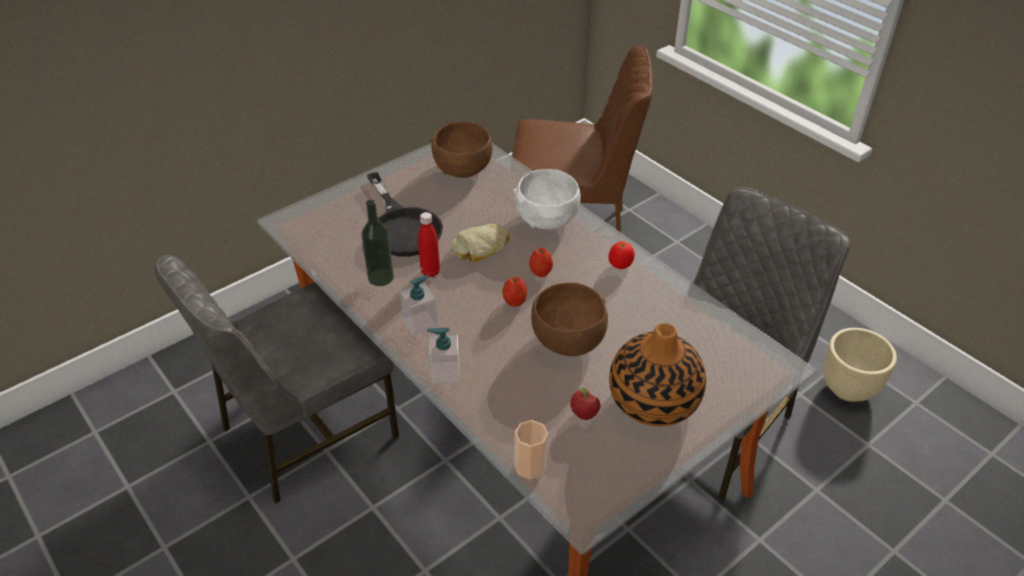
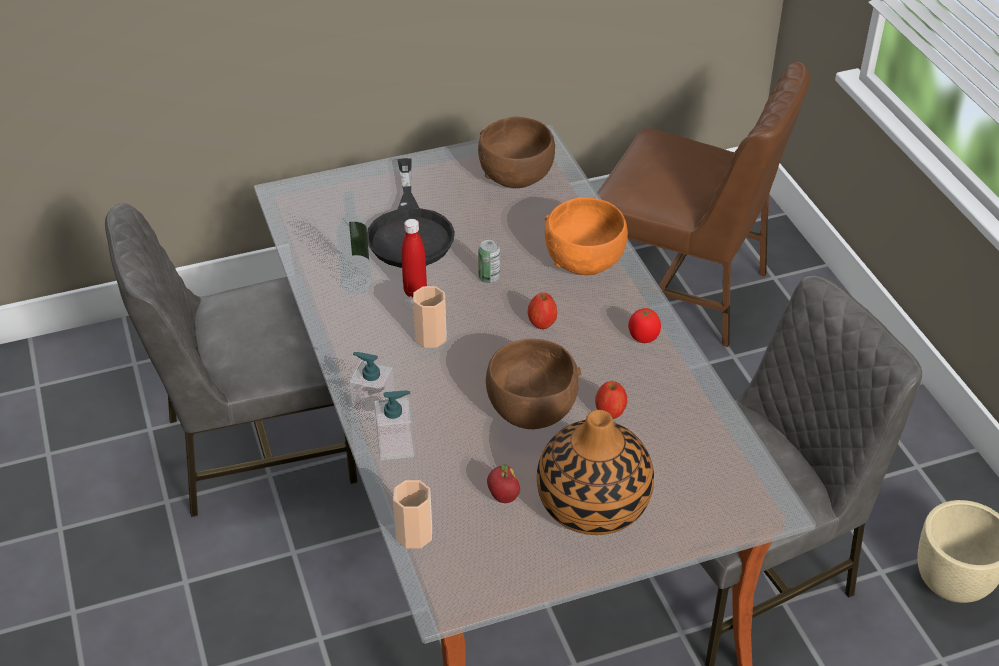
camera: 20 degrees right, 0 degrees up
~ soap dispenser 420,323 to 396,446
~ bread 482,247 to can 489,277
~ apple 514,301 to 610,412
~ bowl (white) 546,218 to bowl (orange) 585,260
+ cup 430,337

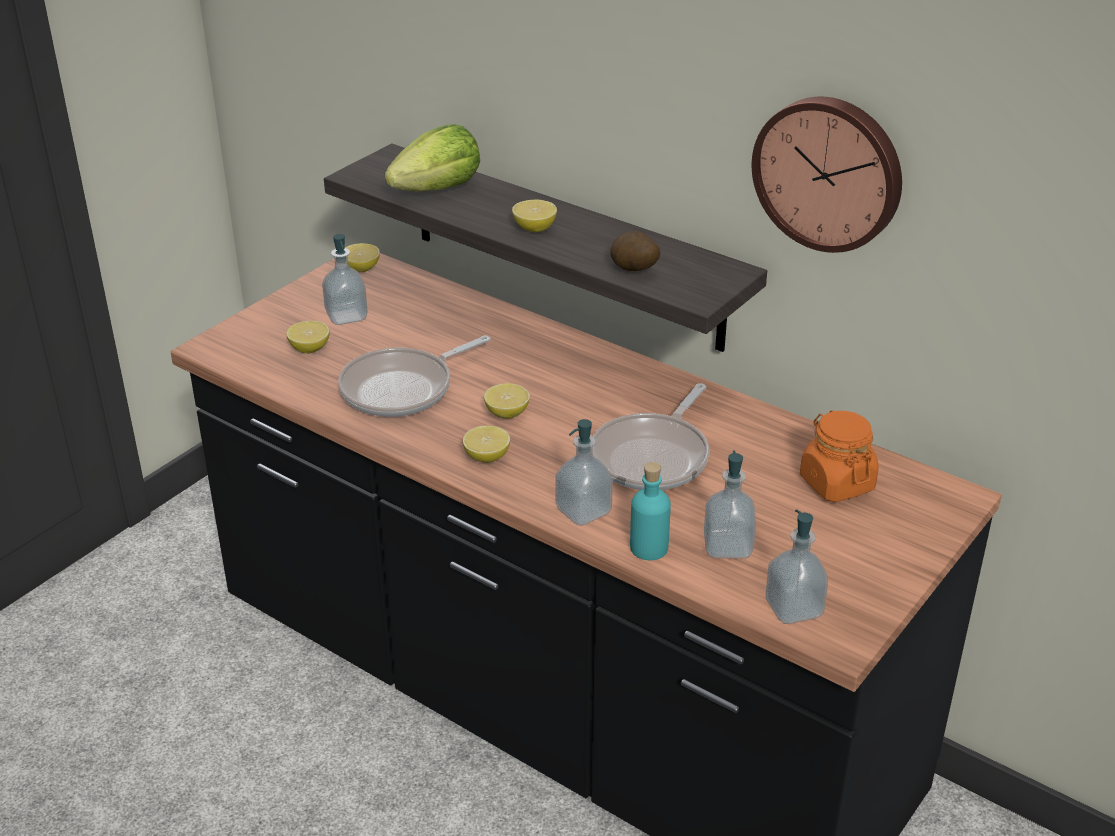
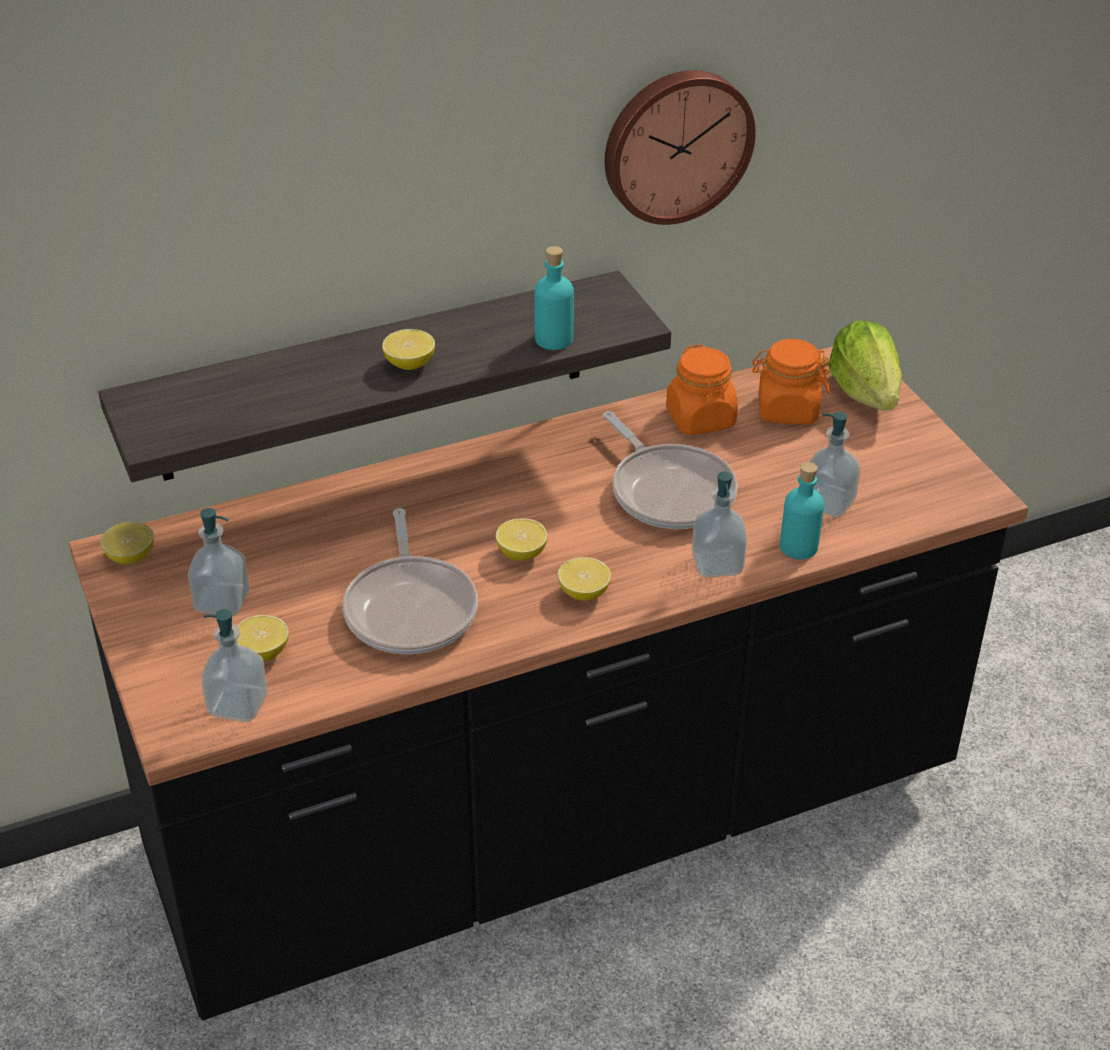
camera: 60 degrees left, 5 degrees up
~ lettuce 438,190 to 865,393
~ potato 633,271 to bottle (turquoise) 553,339
~ soap dispenser 793,608 to 238,705
+ jar (orange) 701,418

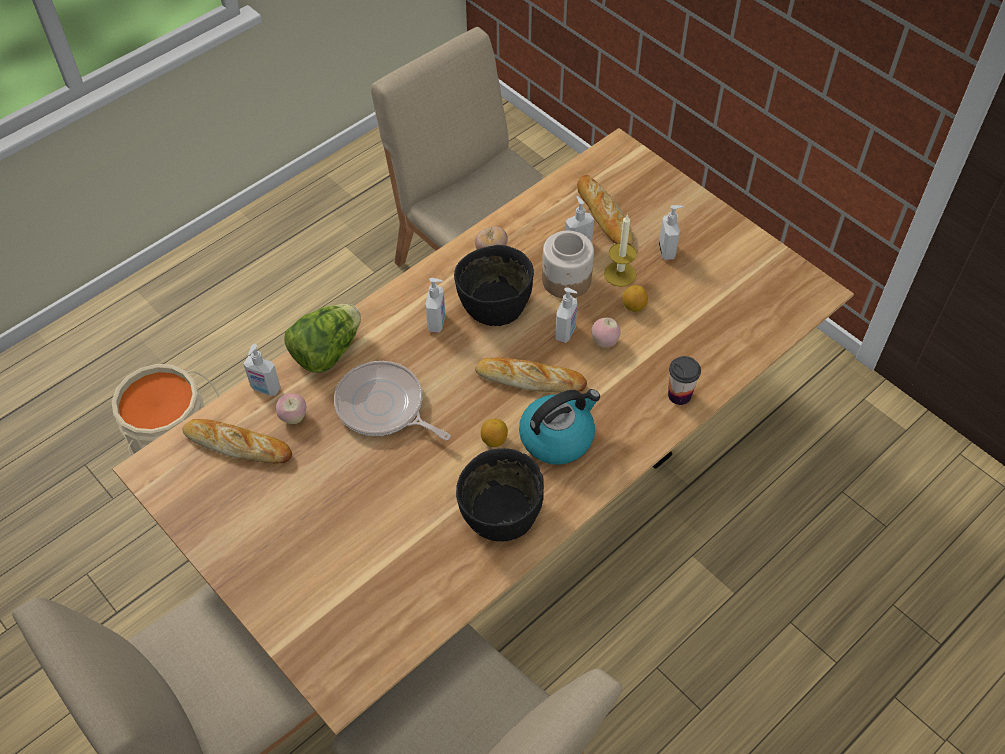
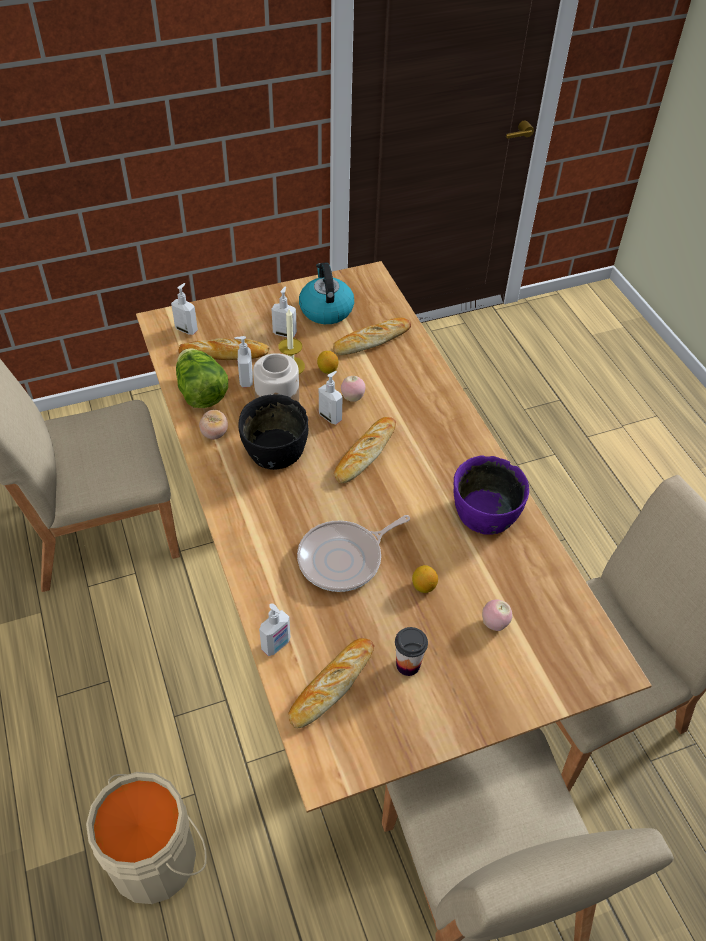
camera: 70 degrees left, 5 degrees down
~ apple 293,417 to 494,623
~ lettuce 327,352 to 201,393
~ soap dispenser 437,322 to 187,329
~ bowl (black) 499,513 to bowl (purple) 485,514
~ lemon 494,440 to 423,586
~ kettle 557,437 to 326,309
~ cup 679,395 to 408,665
+ bread 371,340

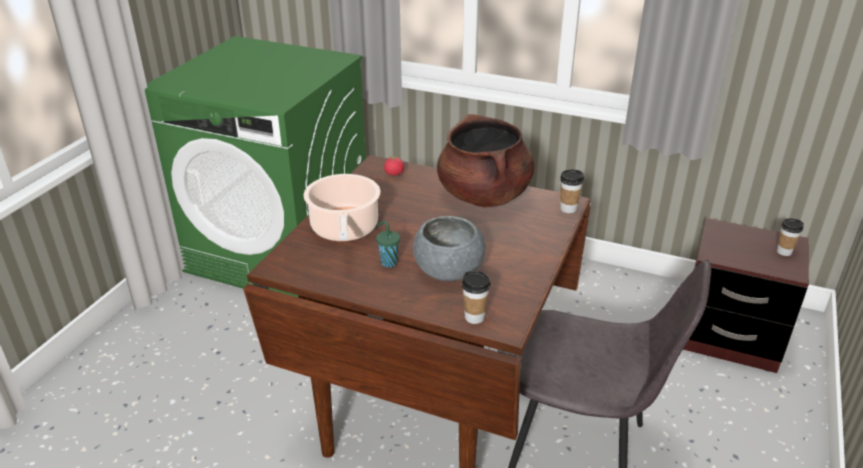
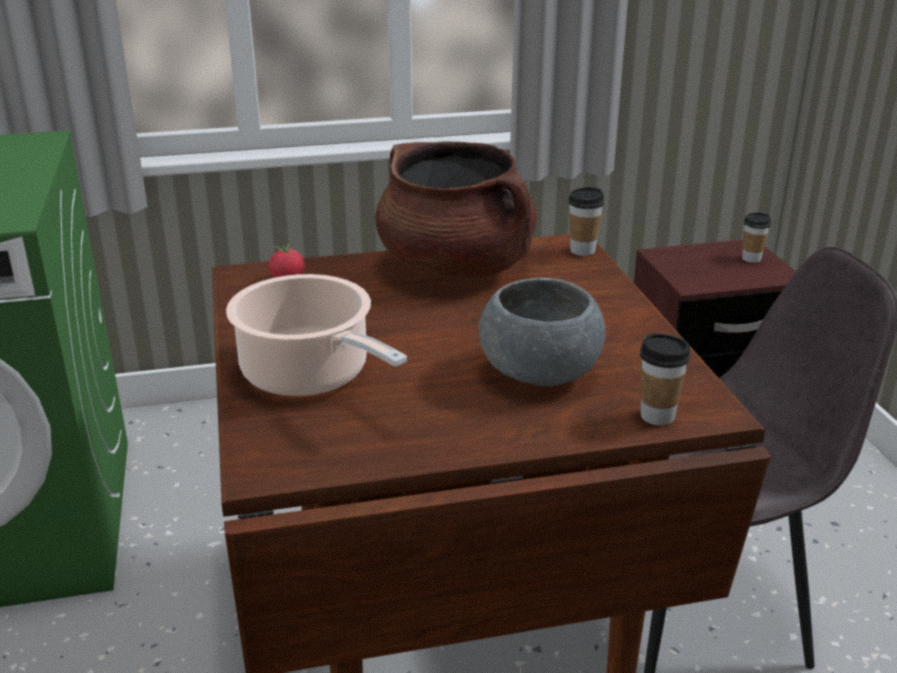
camera: 35 degrees left, 5 degrees down
- cup (green) 388,262

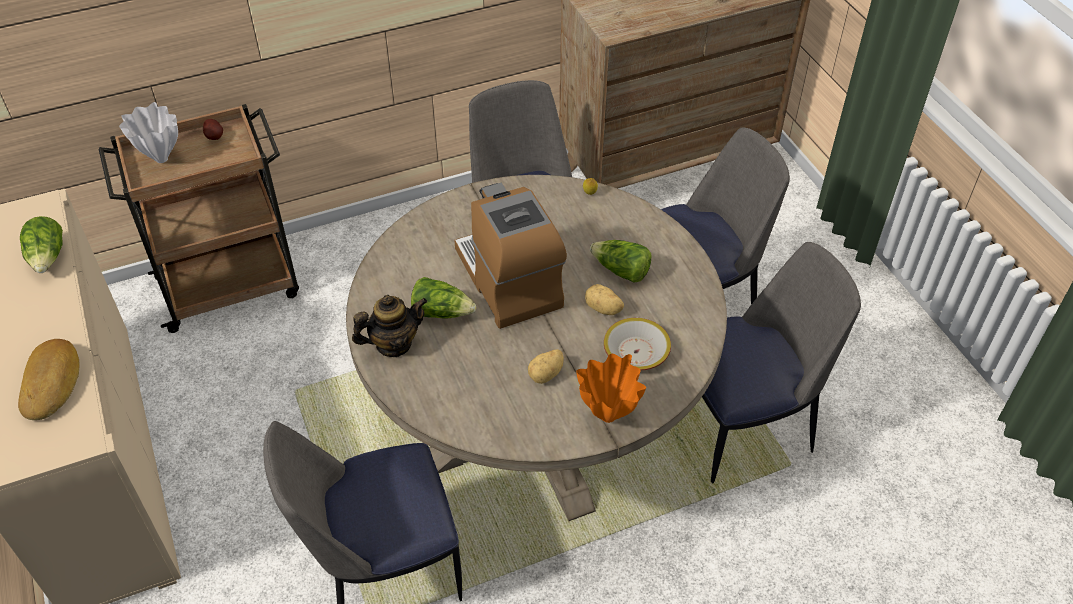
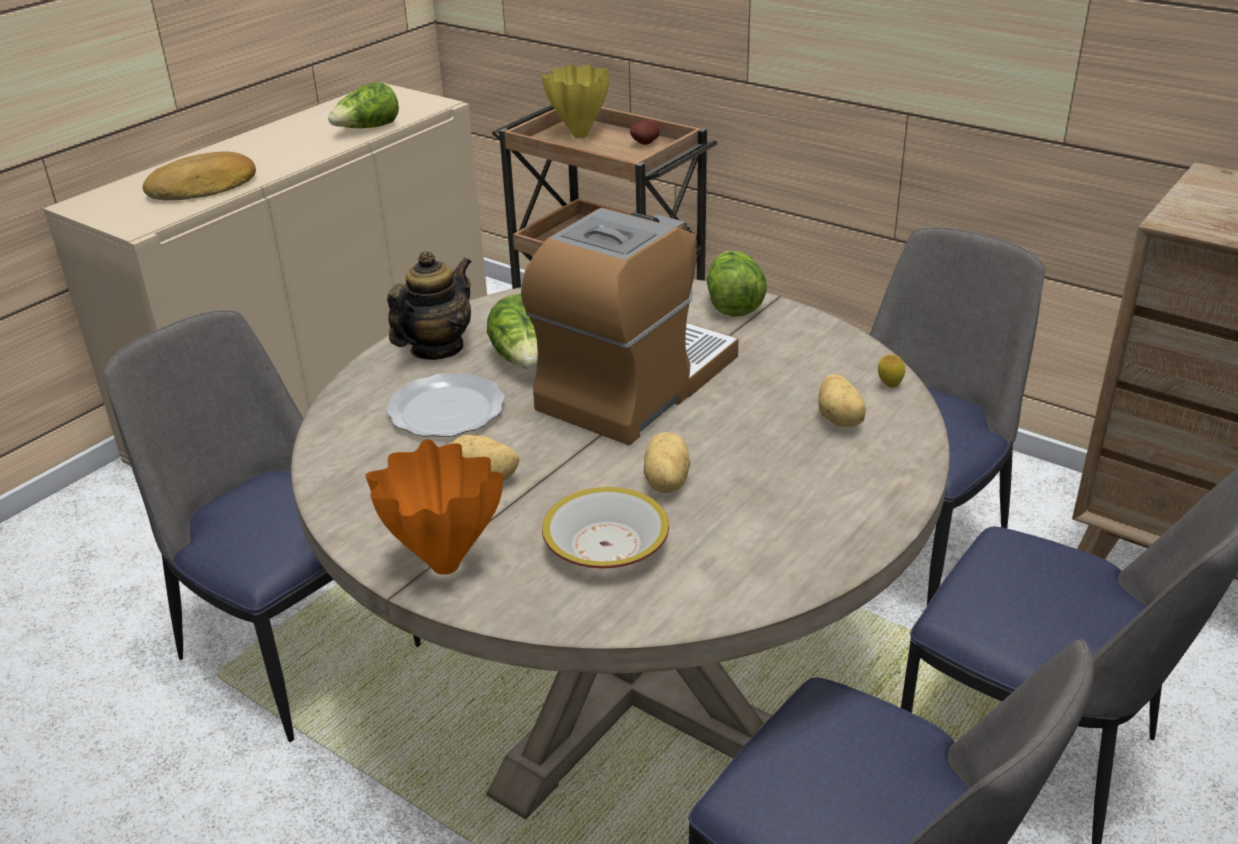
camera: 60 degrees right, 15 degrees down
~ vase (white) 160,159 to vase (yellow) 580,135
~ teapot 393,344 = 436,348 90 degrees counterclockwise
~ lettuce 621,271 to 733,302
+ plate 446,409
+ potato 840,419

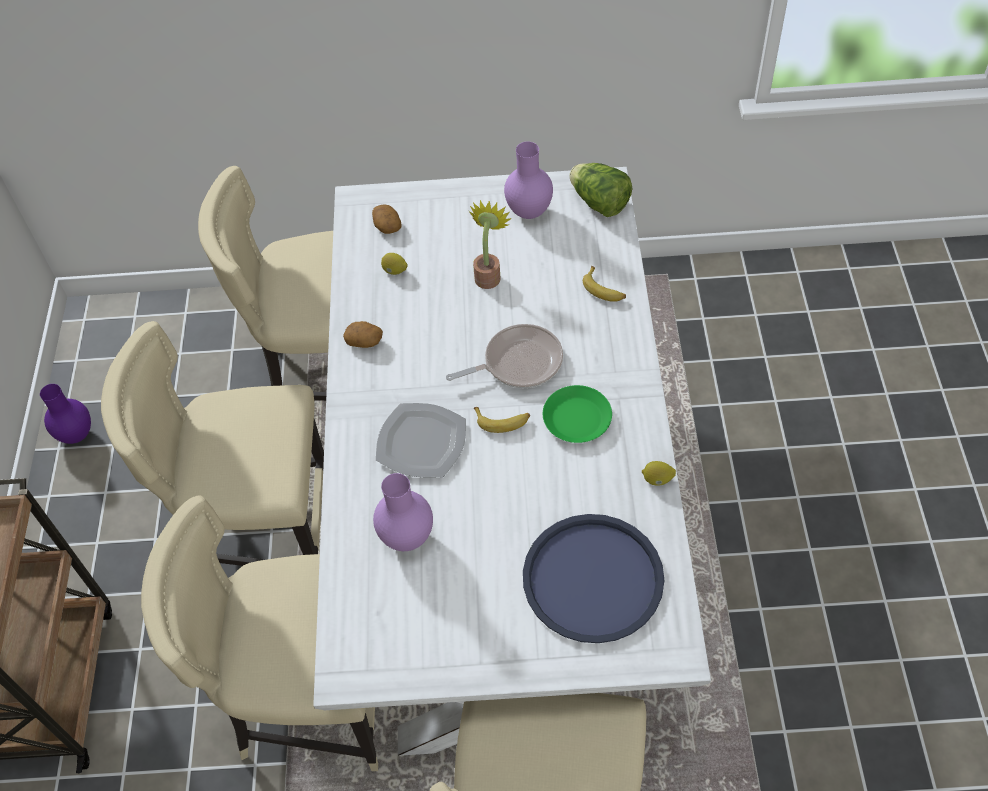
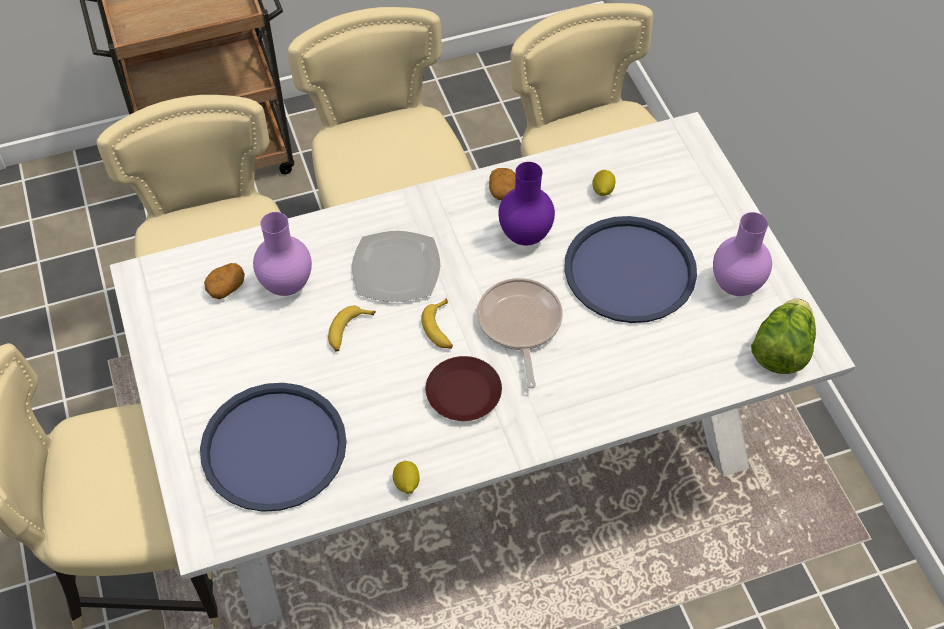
camera: 70 degrees right, 0 degrees up
~ vase (purple) 77,435 to 524,237
~ potato 387,226 to 226,287
~ frying pan 518,362 = 519,325 150 degrees counterclockwise
~ potted plant 489,274 to tray (blue) 629,271
~ plate (green) 577,419 to plate (brown) 463,394
~ banana 604,289 to 348,332

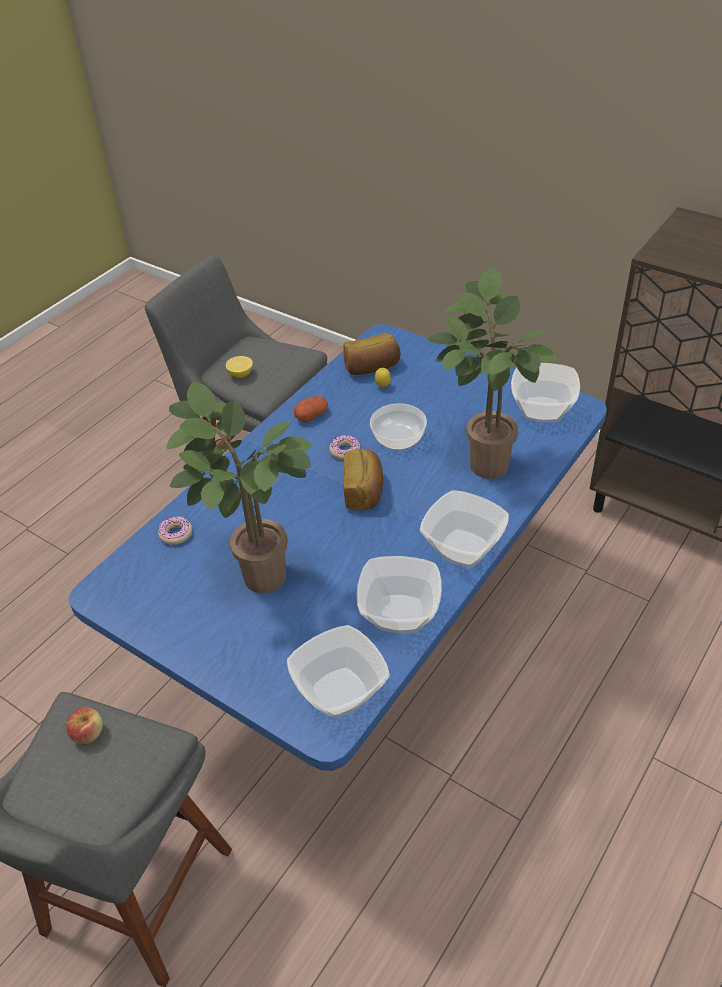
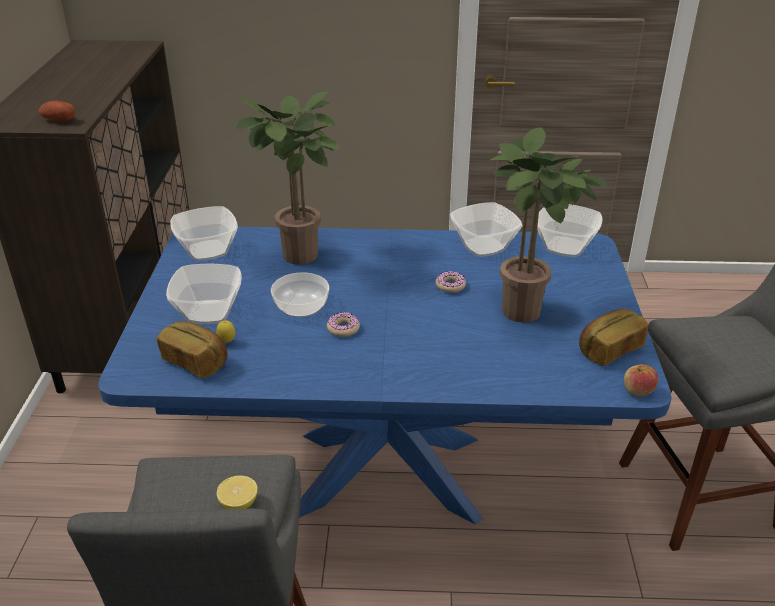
camera: 125 degrees left, 10 degrees down
~ apple 88,733 to 637,391
~ donut 176,534 to 450,286
~ potato 311,416 to 59,120
~ bread 364,491 to 609,349
~ bowl 461,549 to 209,313

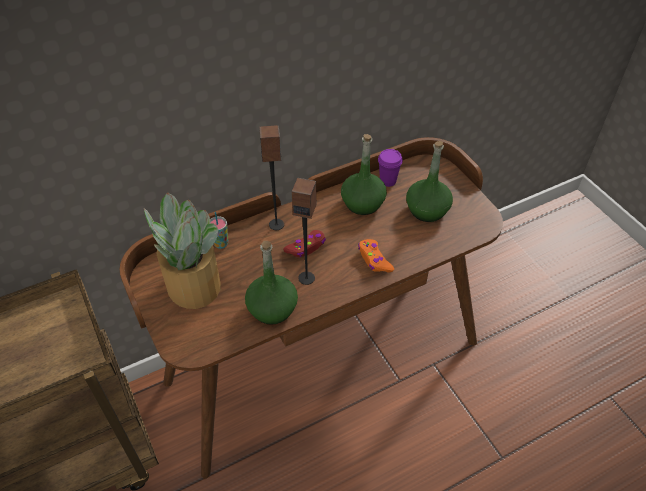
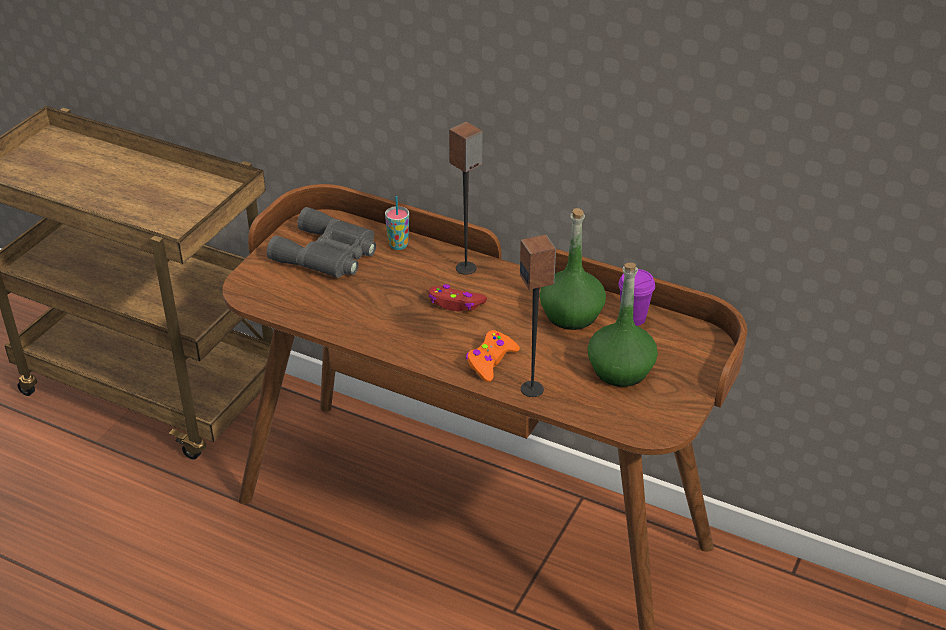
camera: 55 degrees right, 10 degrees down
~ potted plant 193,284 to binoculars (grey) 328,254
- bottle (green) 272,308
~ speaker 306,278 to 532,389

